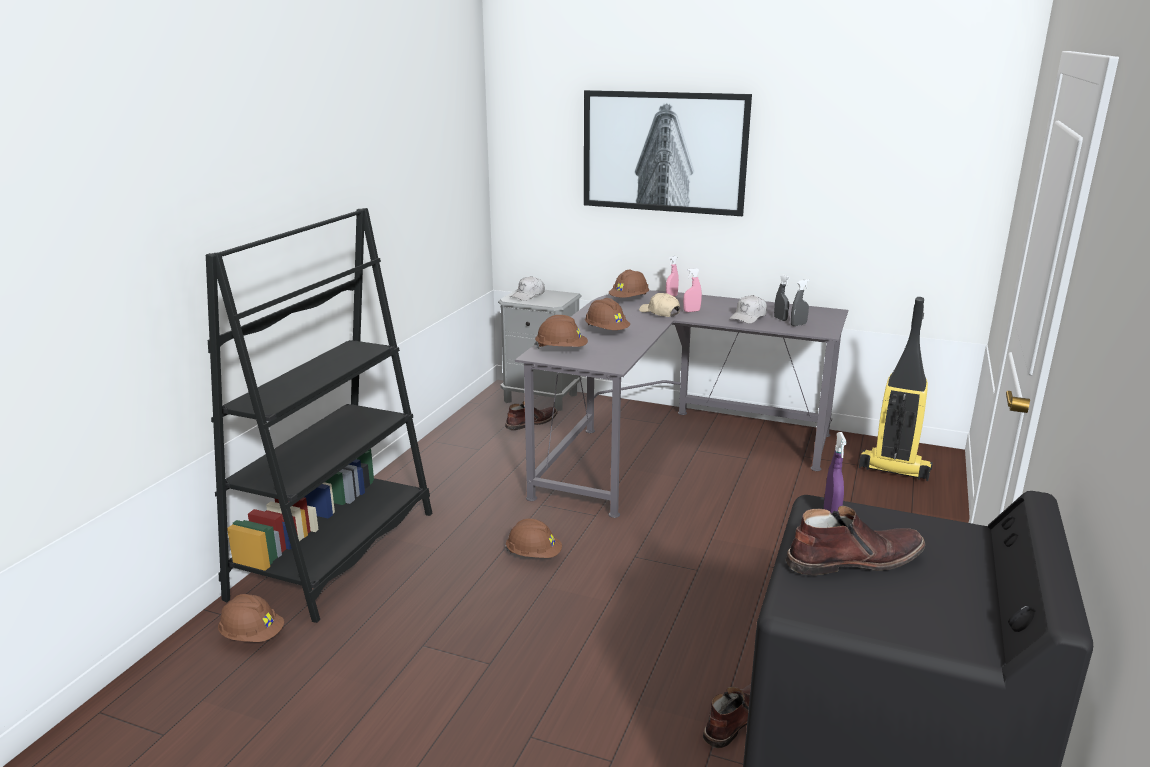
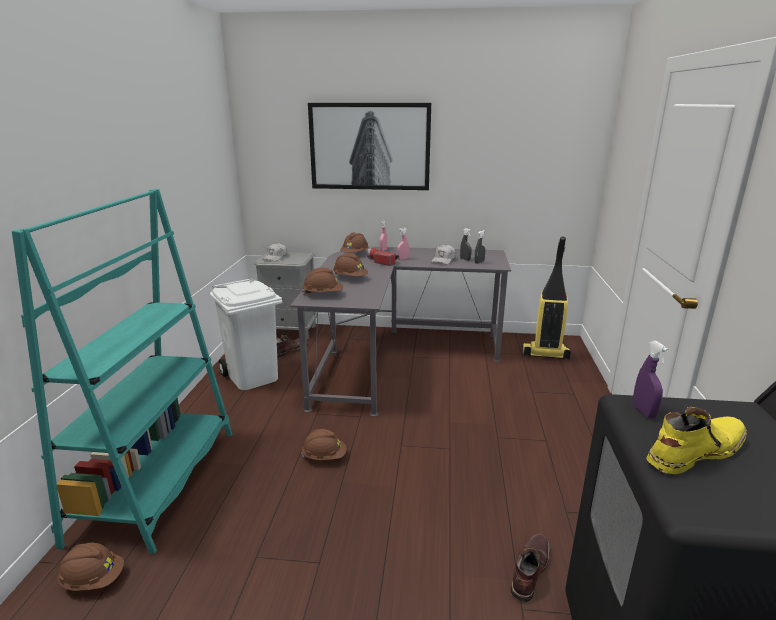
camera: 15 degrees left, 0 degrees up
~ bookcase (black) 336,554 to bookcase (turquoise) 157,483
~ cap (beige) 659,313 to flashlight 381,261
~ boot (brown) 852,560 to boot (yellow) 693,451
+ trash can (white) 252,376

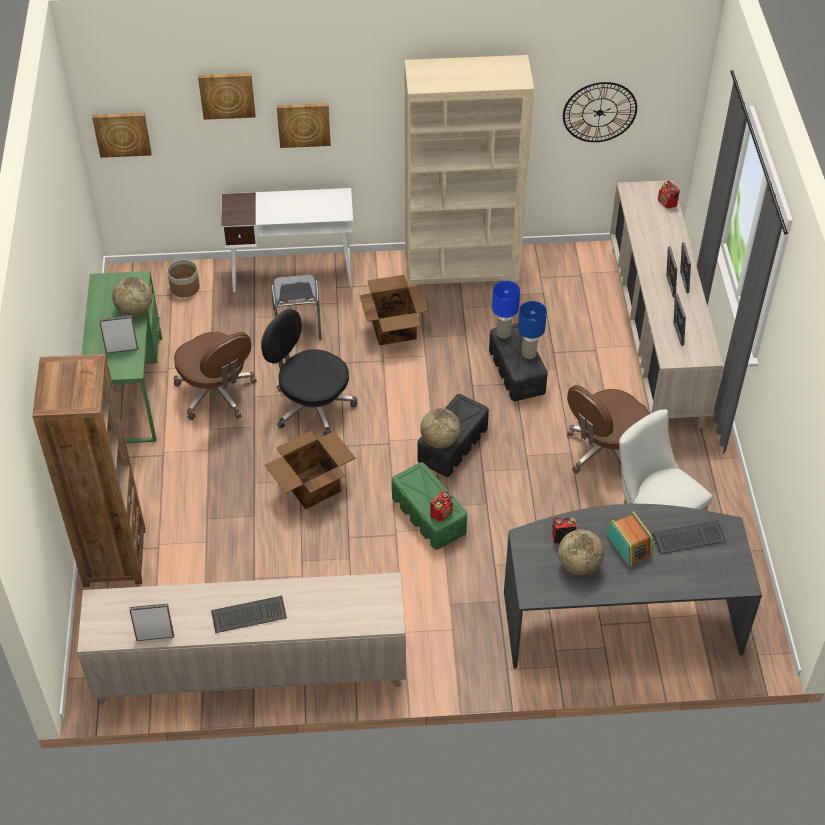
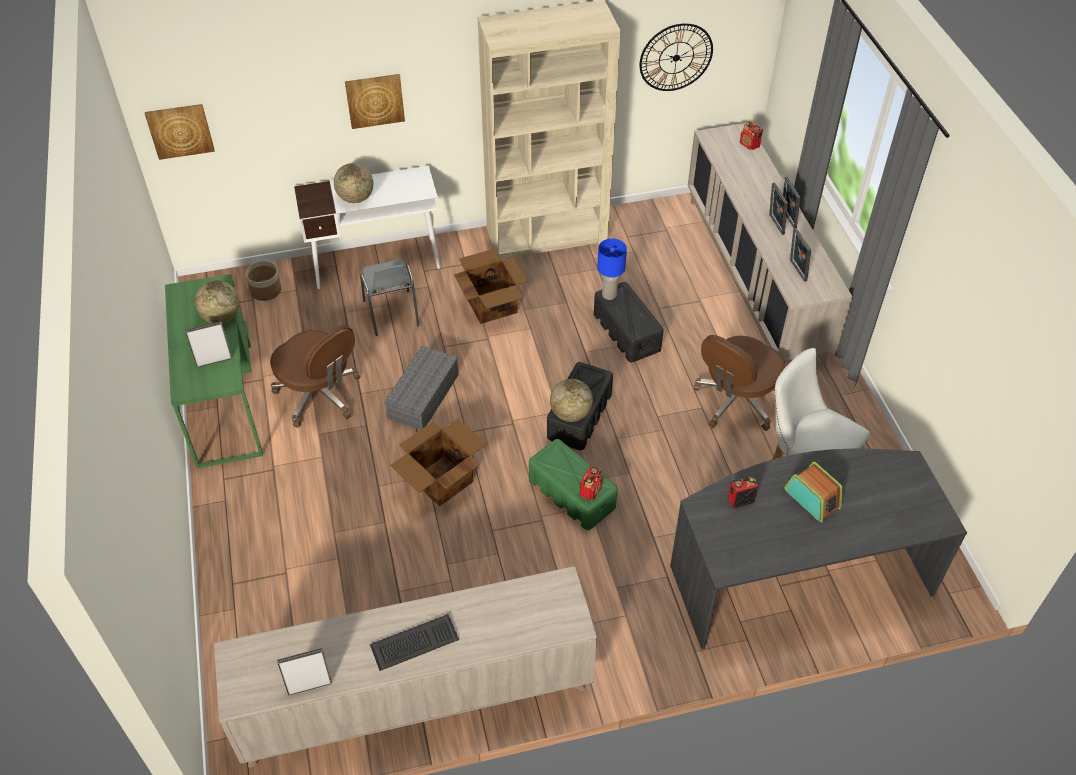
camera: 10 degrees left, 0 degrees up
- bookcase (brown) 114,557
- picture 227,95
~ office chair (black) 311,406 to storage box (grey) 423,395
- table lamp (blue) 528,354
~ globe 579,565 to 355,198
- keyboard 688,539

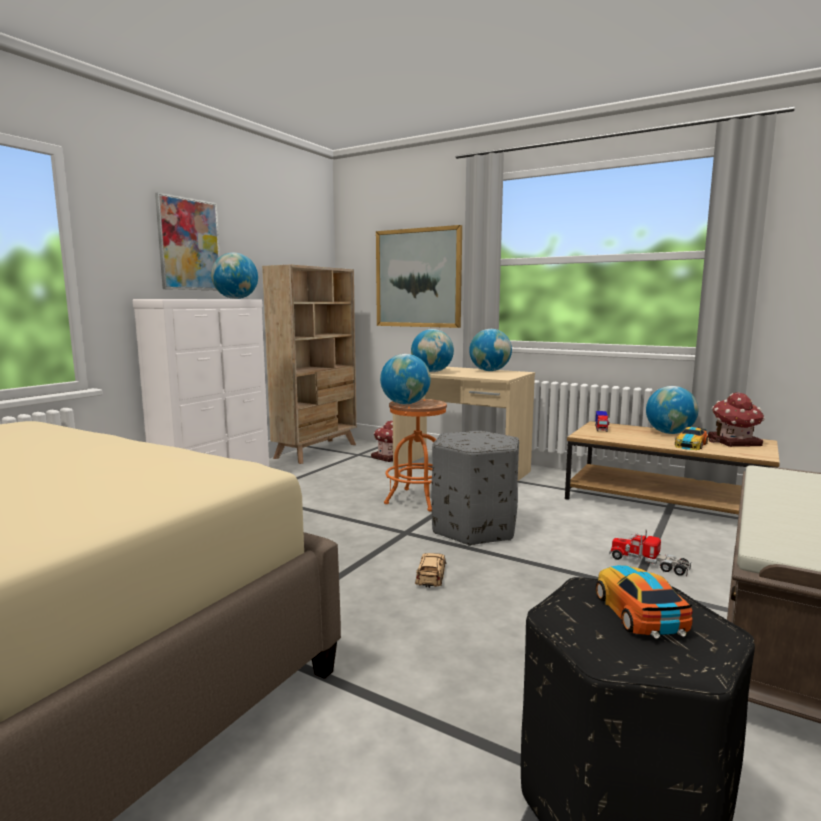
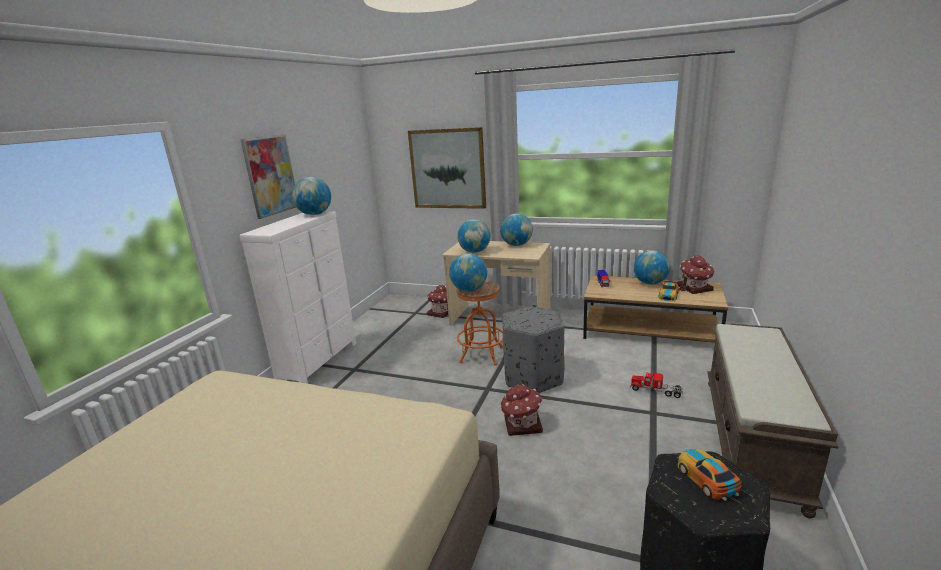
camera: 10 degrees left, 10 degrees up
- bookcase (beige) 317,451
~ toy car (beige) 431,575 to toy house 522,425

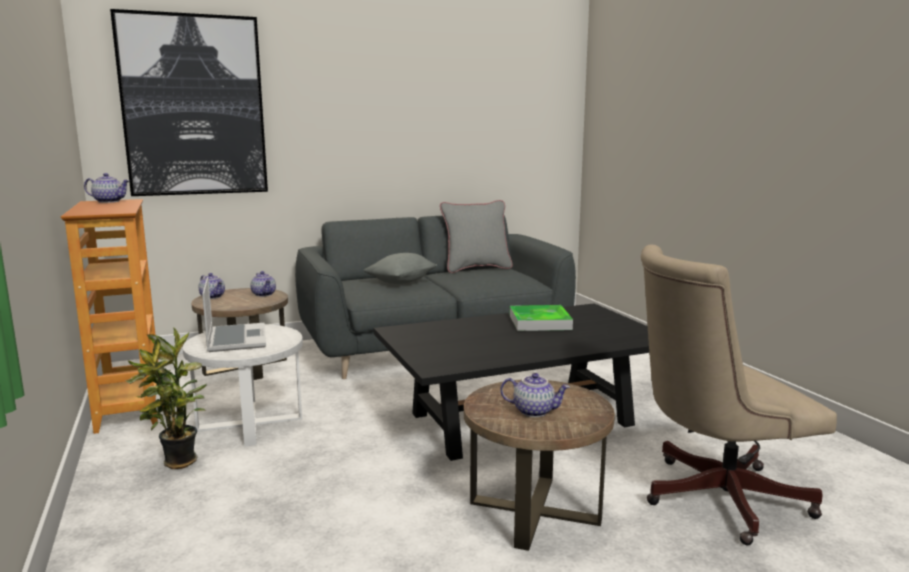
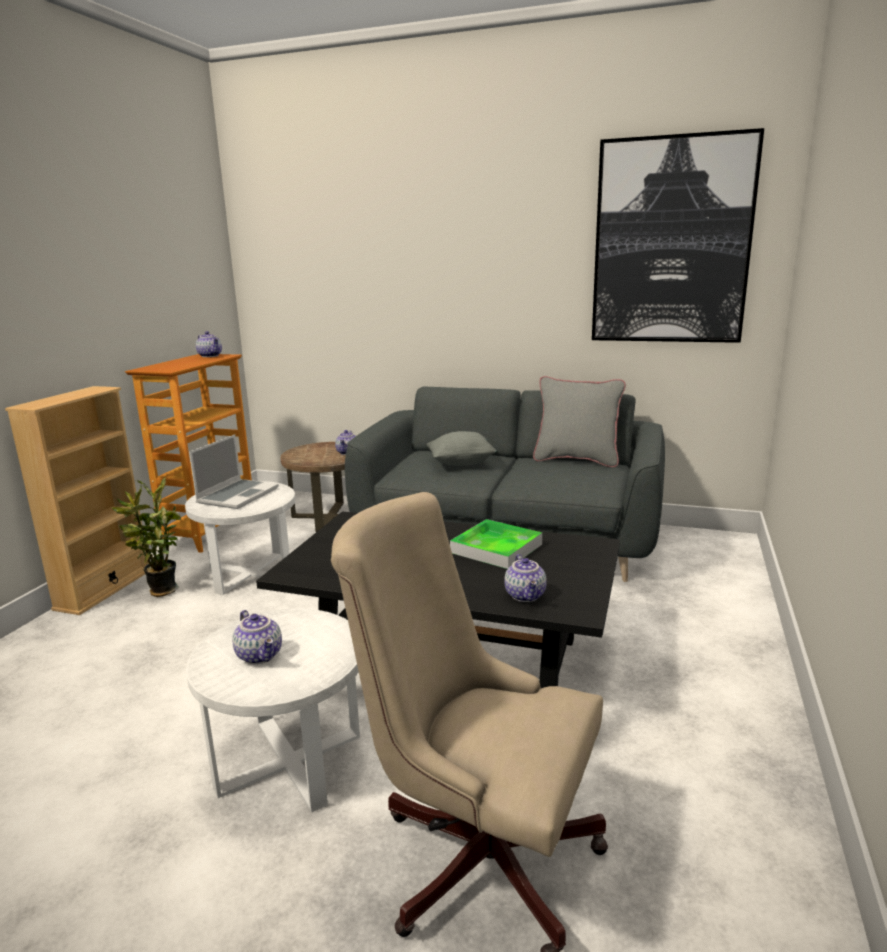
camera: 40 degrees right, 5 degrees up
~ picture 194,106 to 671,242
~ teapot 213,296 to 526,595
~ side table (brown) 534,511 to side table (white) 290,761
+ bookcase (beige) 104,589

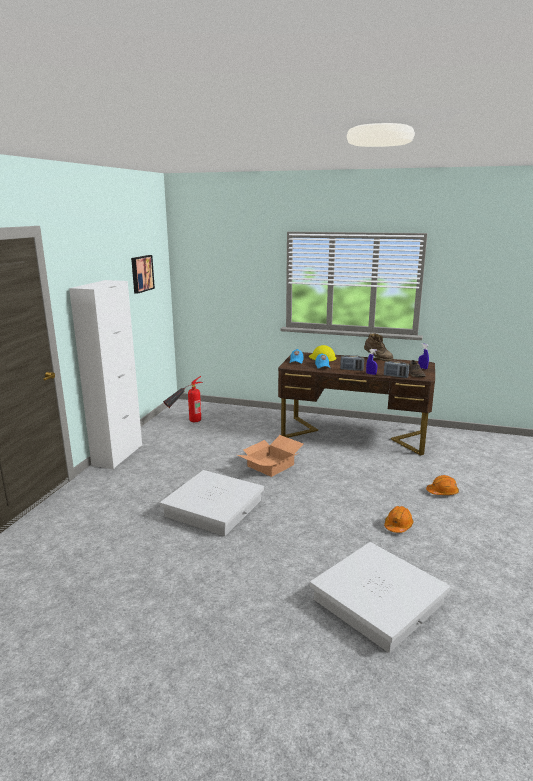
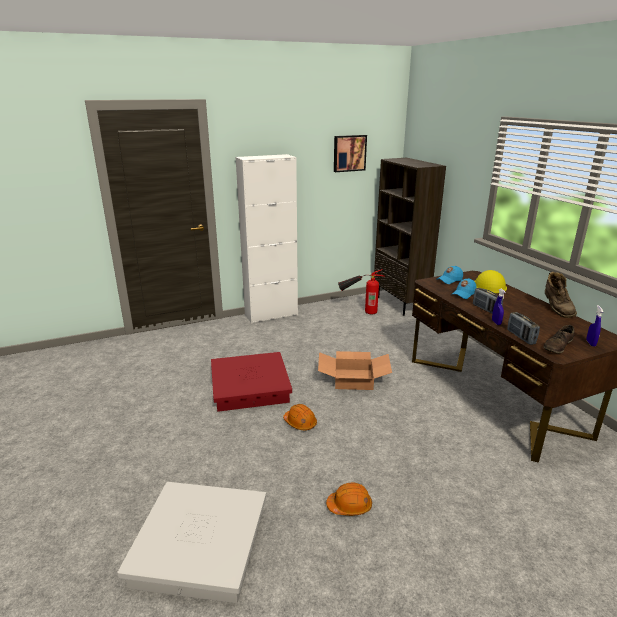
camera: 50 degrees right, 5 degrees up
~ storage box (white) 213,508 to storage box (red) 249,387
~ hard hat (orange) 442,492 to 300,423
+ bookcase (brown) 400,304

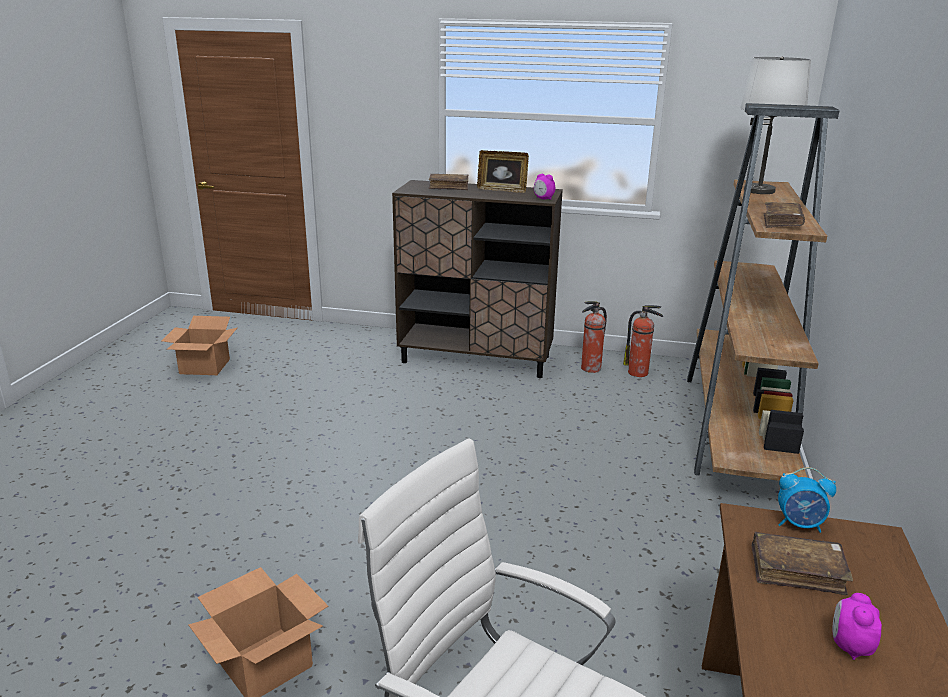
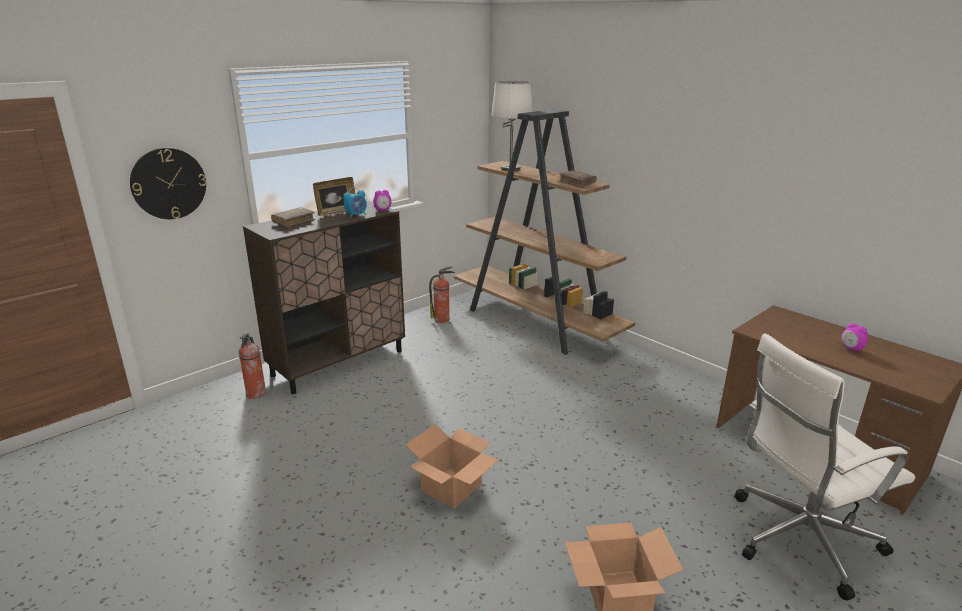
camera: 55 degrees left, 0 degrees up
~ cardboard box 205,366 to 451,487
~ fire extinguisher 590,368 to 255,394
- book (brown) 797,571
~ alarm clock 799,524 to 356,215
+ wall clock 168,183

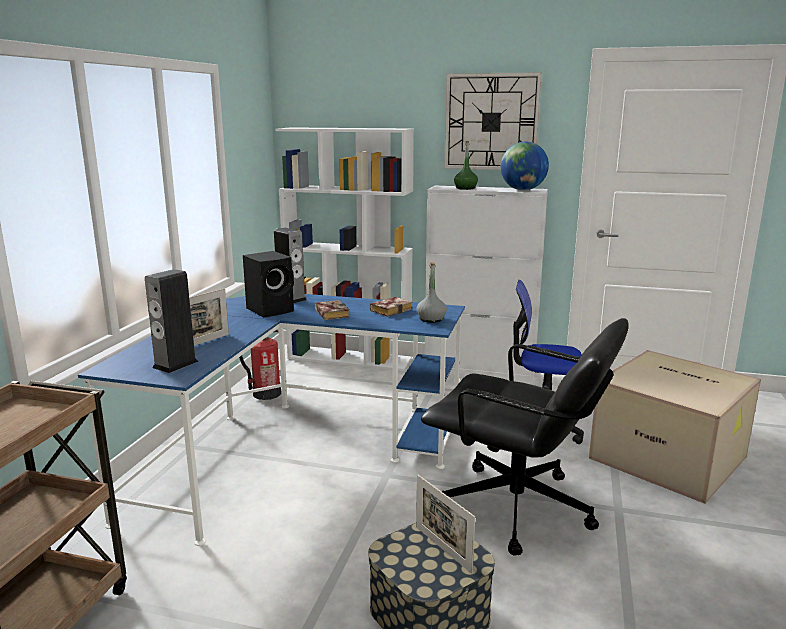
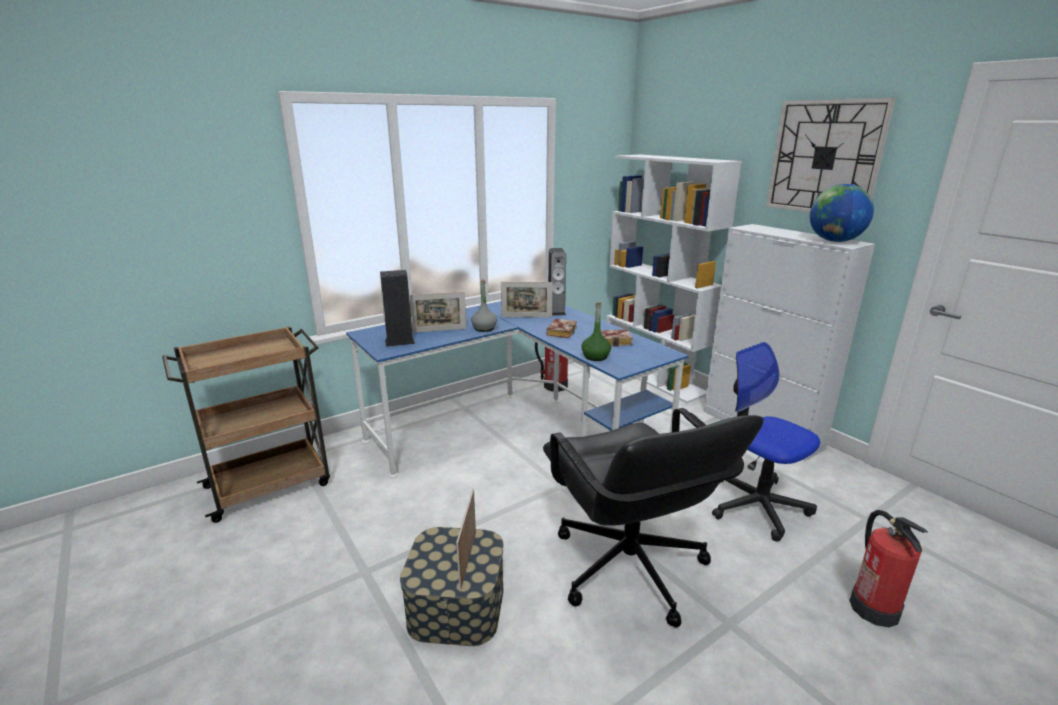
camera: 40 degrees right, 5 degrees up
~ speaker (black) 271,310 to picture frame 526,317
~ bottle (grey) 431,319 to 484,328
~ bottle (green) 465,188 to 595,356
~ cardboard box 670,457 to fire extinguisher 874,607

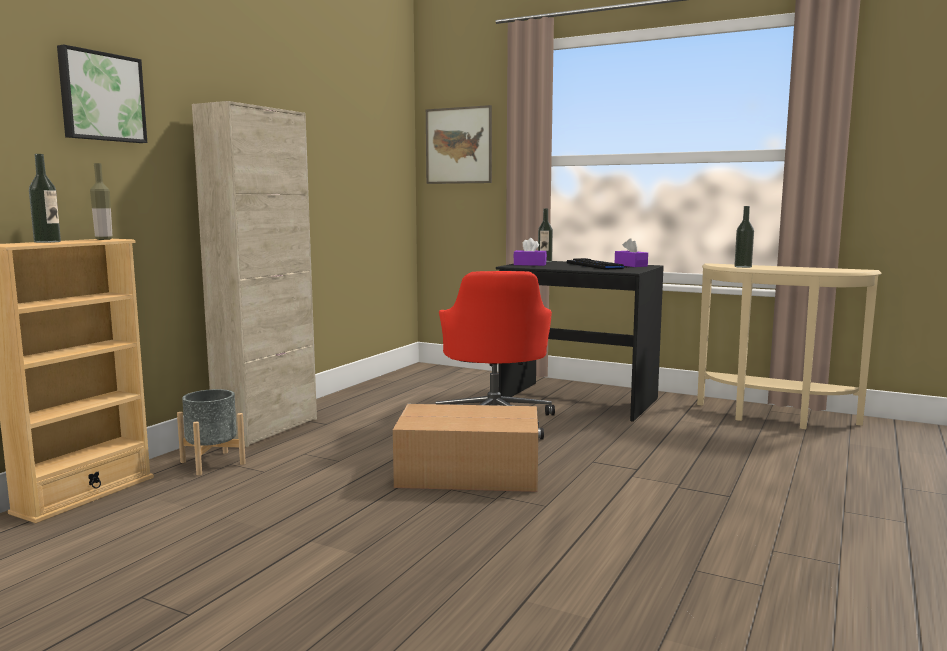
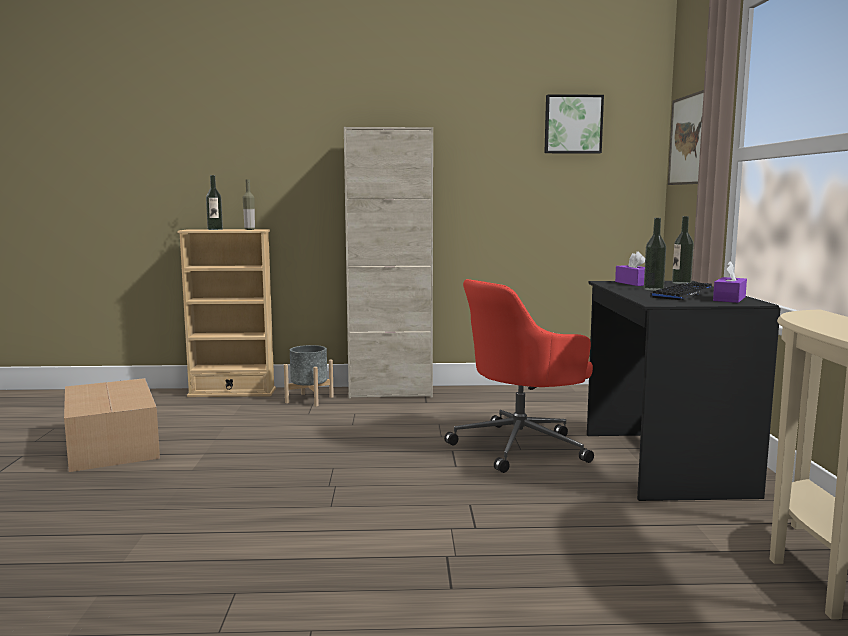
camera: 60 degrees right, 0 degrees up
~ picture 101,97 to 573,124
~ cardboard box 470,473 to 111,445
~ bottle 743,266 to 653,289

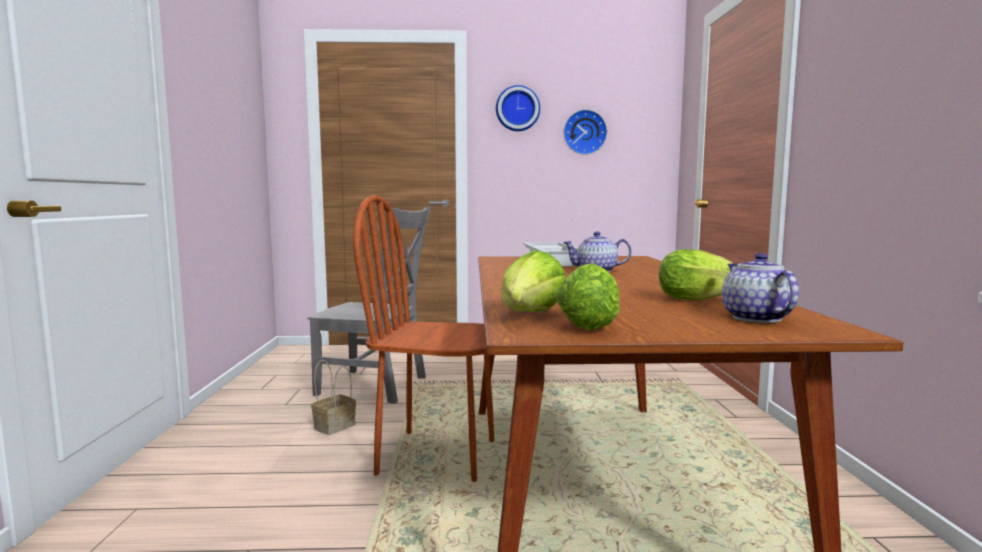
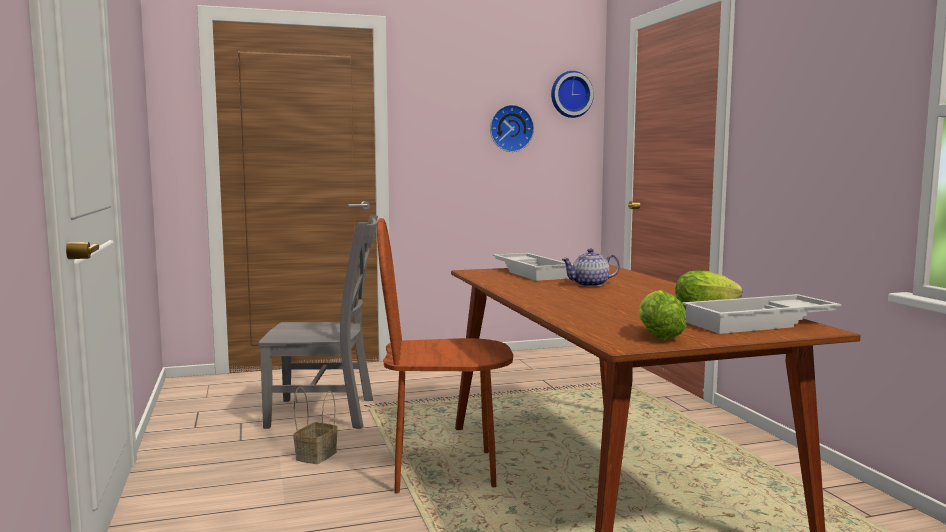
camera: 15 degrees left, 0 degrees up
~ wall clock 517,109 to 570,94
- lettuce 530,316
~ teapot 755,318 to tray (white) 760,323

